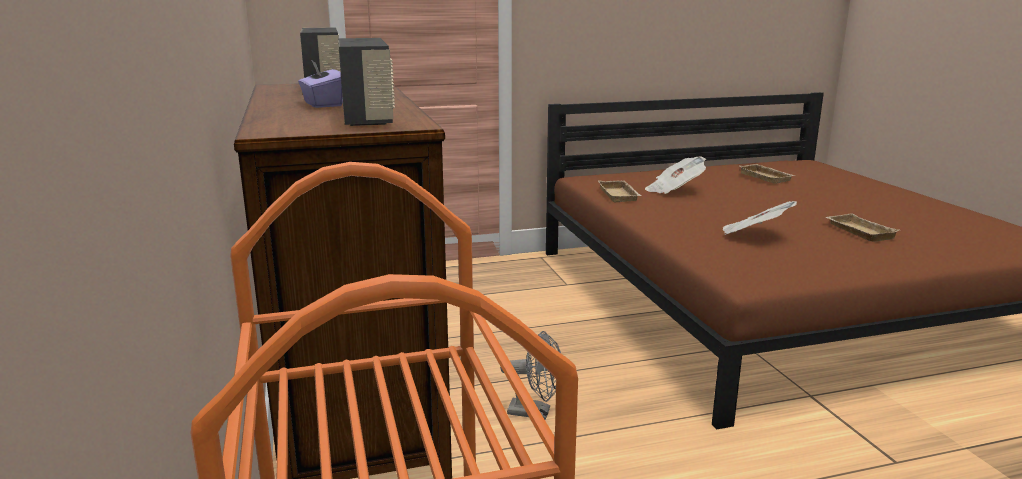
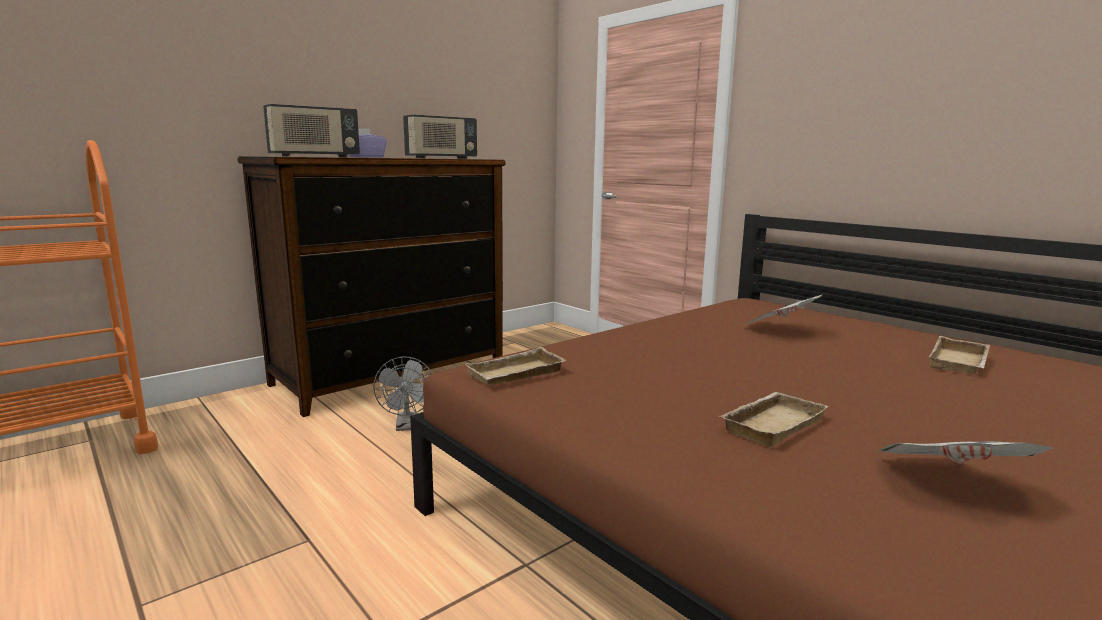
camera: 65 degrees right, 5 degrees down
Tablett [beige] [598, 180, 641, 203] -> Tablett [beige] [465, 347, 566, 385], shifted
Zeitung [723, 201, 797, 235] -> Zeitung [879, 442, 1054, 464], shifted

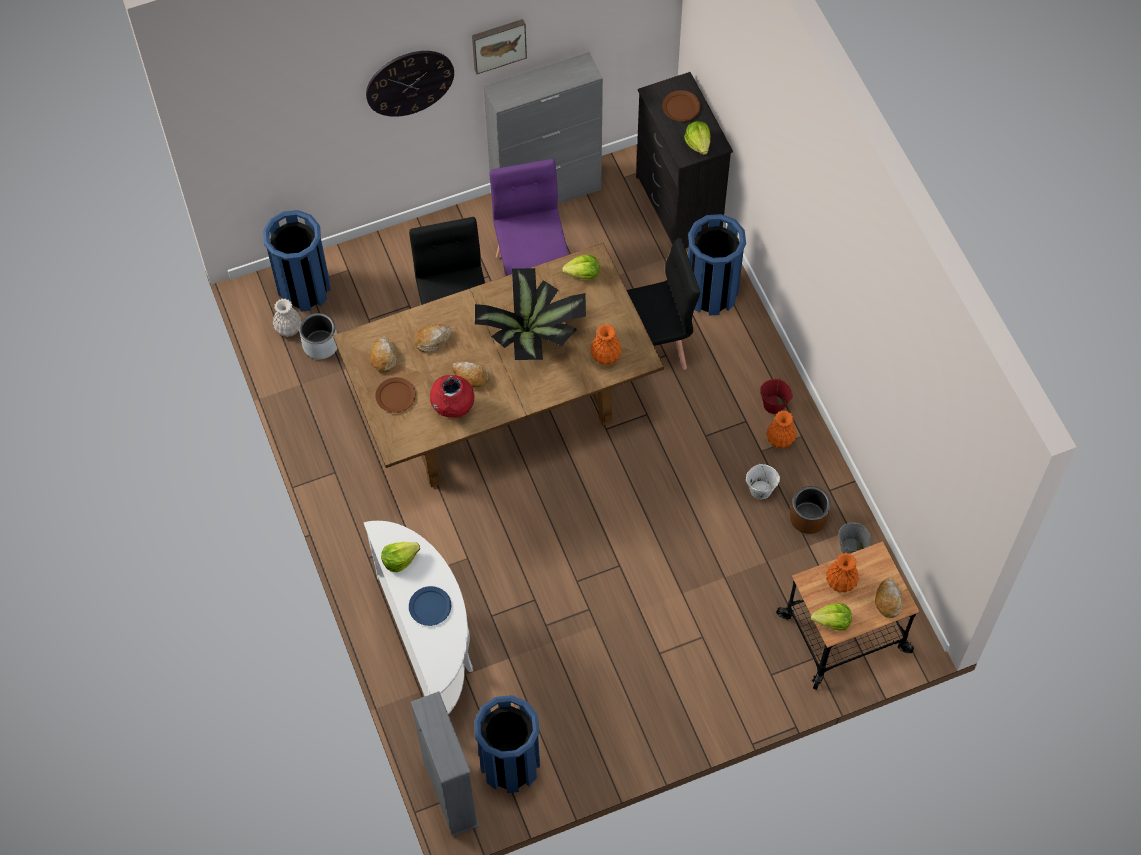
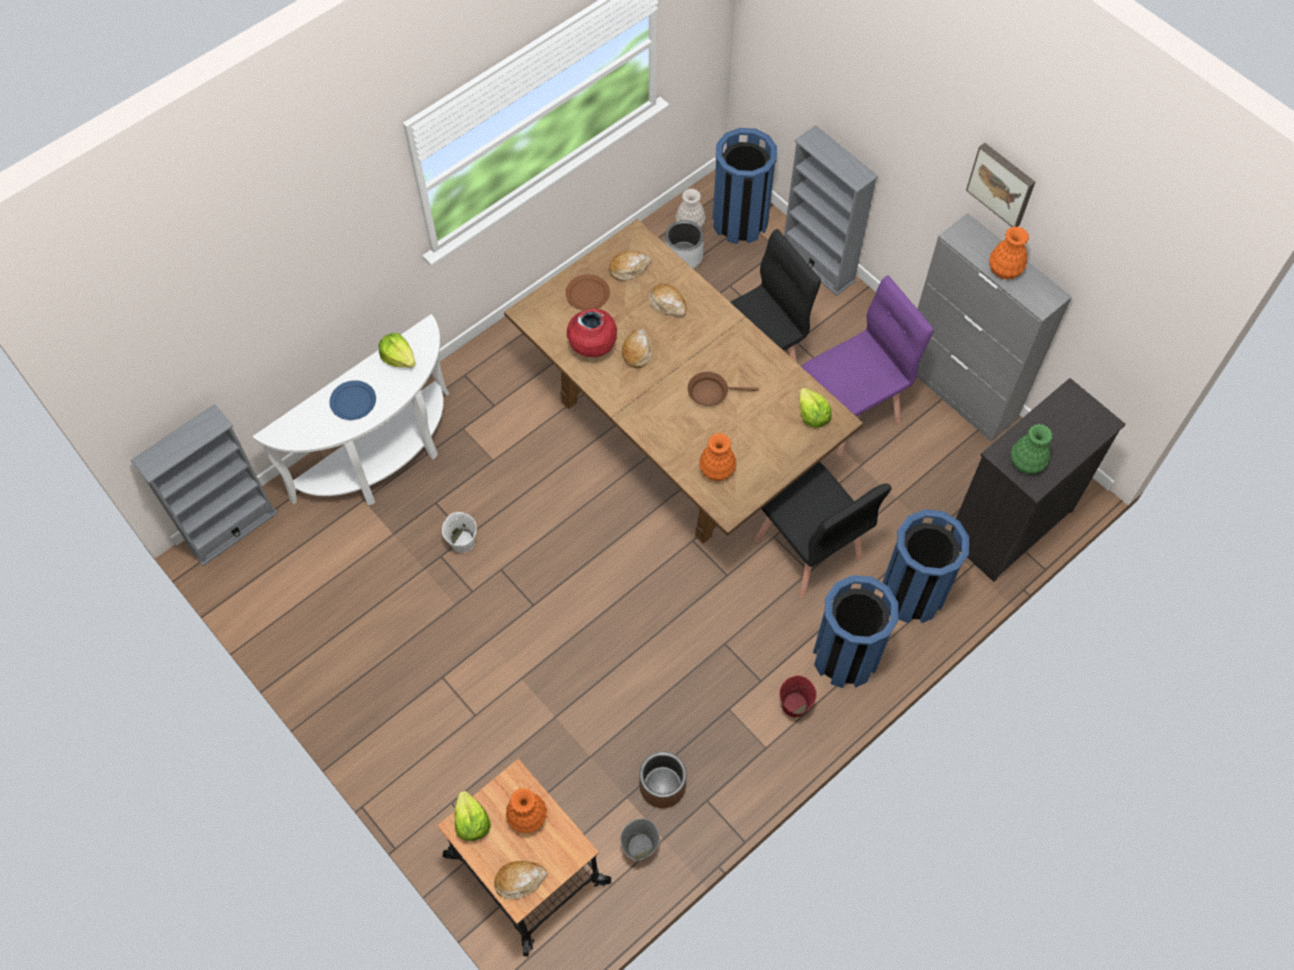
camera: 70 degrees right, 0 degrees up
Wanduhr [366, 51, 454, 117] -> none
Teller [braun] [662, 90, 701, 121] -> none
none -> Bücherregal [grau] [784, 125, 878, 296]
Mülleimer [blau] [474, 695, 540, 793] -> Mülleimer [blau] [813, 575, 898, 688], shifted
Eimer [weiß] [746, 464, 780, 499] -> Eimer [weiß] [442, 512, 477, 553], shifted
Vase [orange] [766, 410, 796, 449] -> Vase [orange] [989, 226, 1029, 280], shifted
Topfpflanze [475, 268, 586, 360] -> Pfanne [braun] [688, 372, 759, 406]
Salatkopf [684, 121, 711, 155] -> Vase [grün] [1011, 424, 1053, 474]

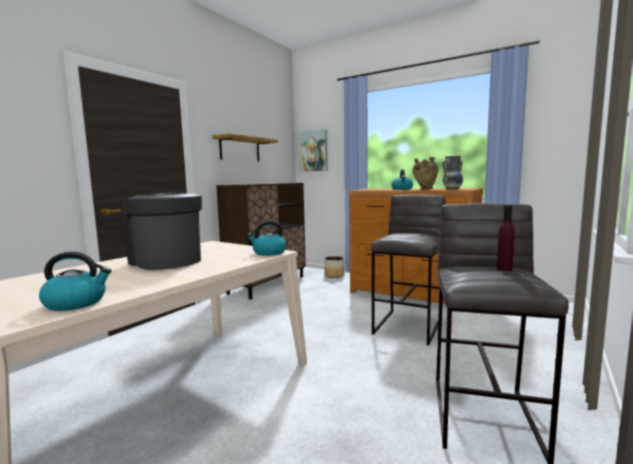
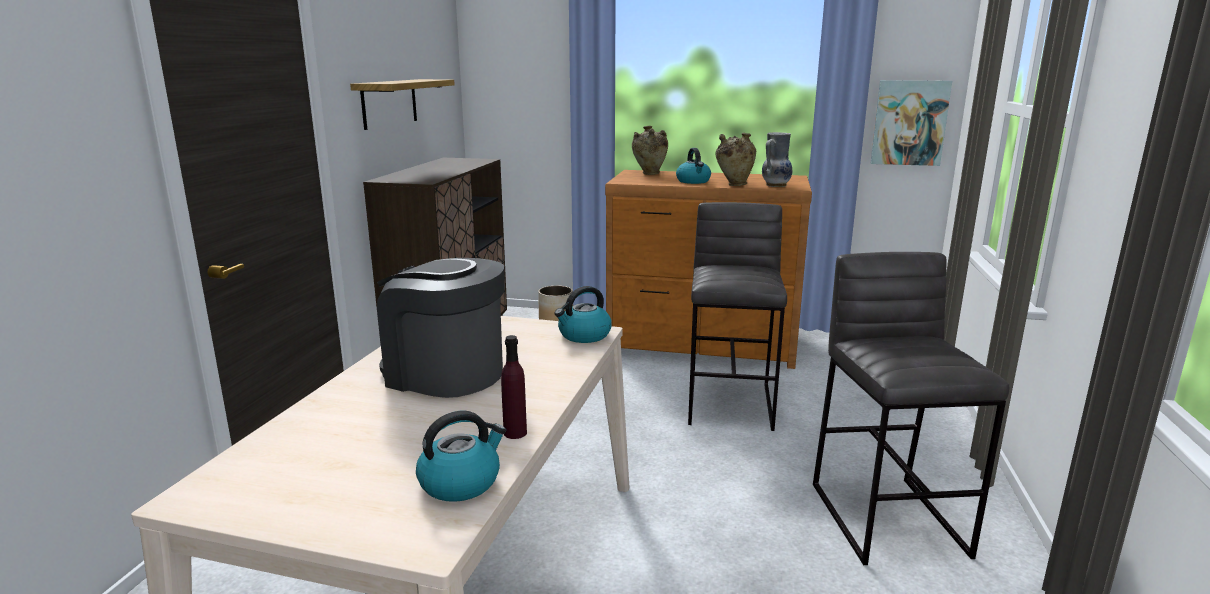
camera: 20 degrees left, 10 degrees up
none -> Vase [beige] [632, 126, 668, 175]
Bild [299, 130, 327, 172] -> Bild [871, 80, 952, 166], shifted
Flasche [lila] [497, 205, 515, 271] -> Flasche [lila] [501, 335, 527, 439], shifted

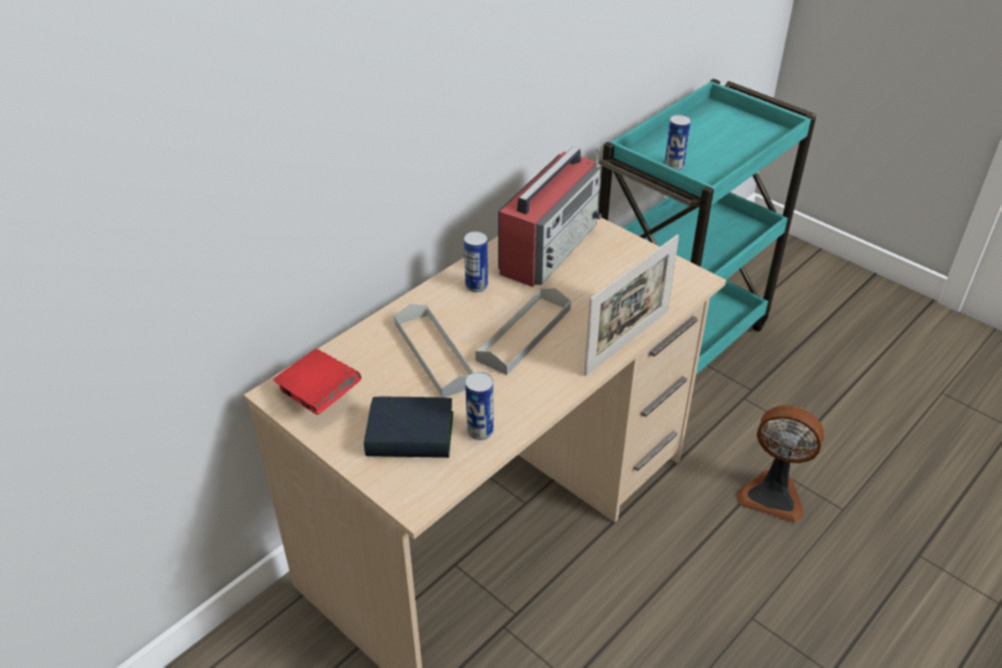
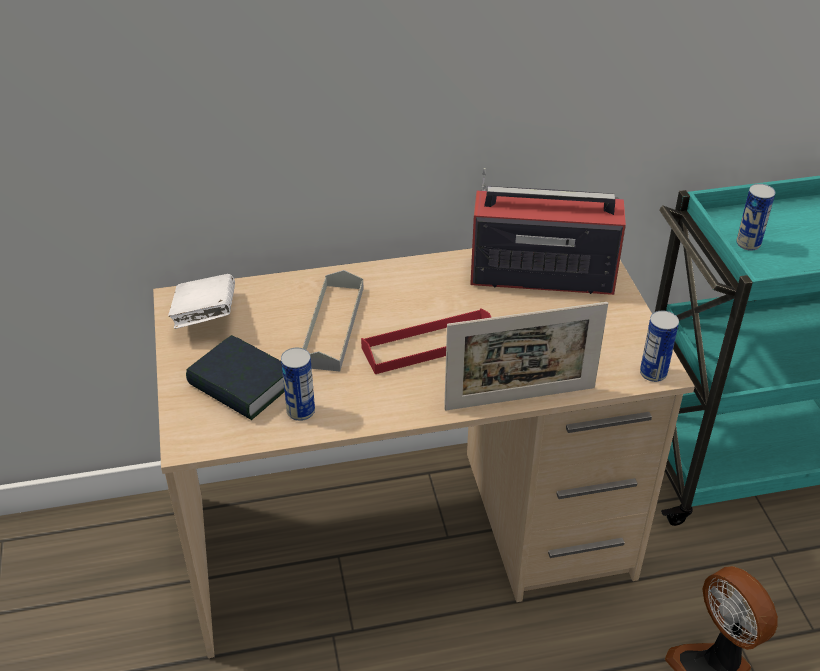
camera: 35 degrees right, 0 degrees up
Dose [464, 231, 488, 292] -> Dose [640, 311, 679, 382], shifted
Buch [rot] [273, 349, 361, 415] -> Buch [weiß] [168, 274, 235, 329]
Tablett [grau] [475, 288, 571, 375] -> Tablett [rot] [361, 308, 492, 374]
Radio [498, 146, 602, 287] -> Radio [470, 168, 626, 295], 150 degrees counterclockwise

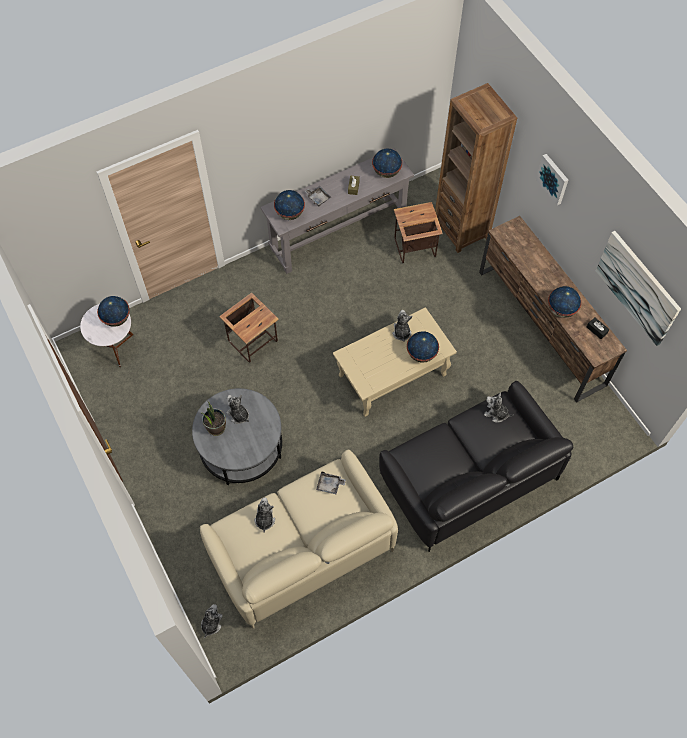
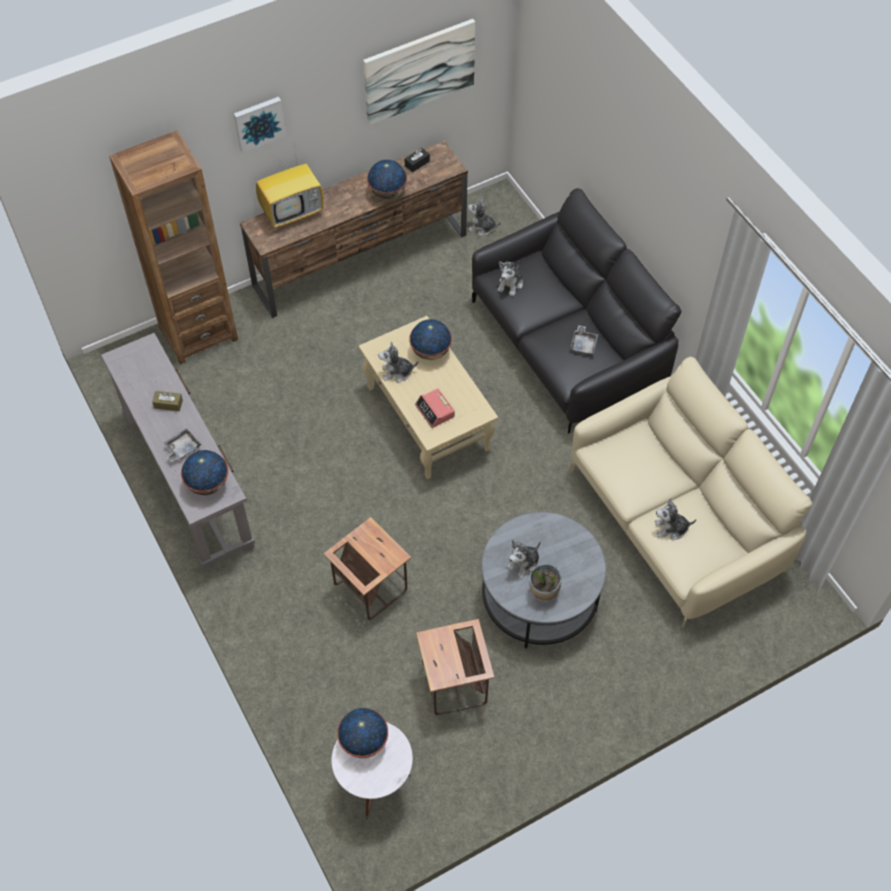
camera: 90 degrees left, 5 degrees down
Globus [372, 148, 402, 178] -> none
none -> Fernseher [256, 145, 324, 228]
none -> Wecker [415, 388, 455, 428]
Plüschtier [201, 604, 222, 638] -> Plüschtier [468, 198, 501, 236], shifted
Tablett [grau] [316, 471, 346, 494] -> Tablett [grau] [570, 325, 598, 354], shifted
Beistelltisch [394, 202, 443, 263] -> Beistelltisch [416, 619, 495, 715], shifted

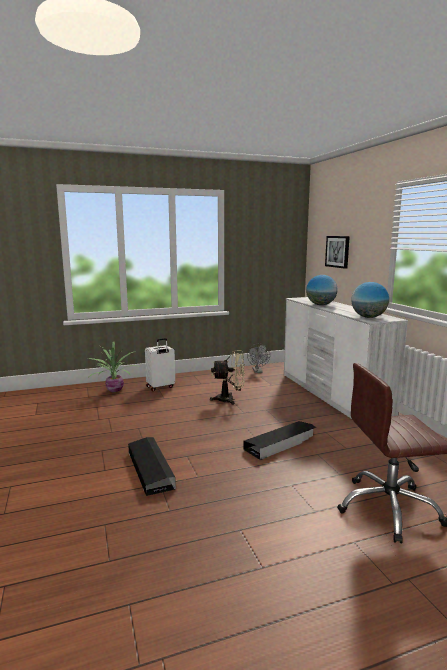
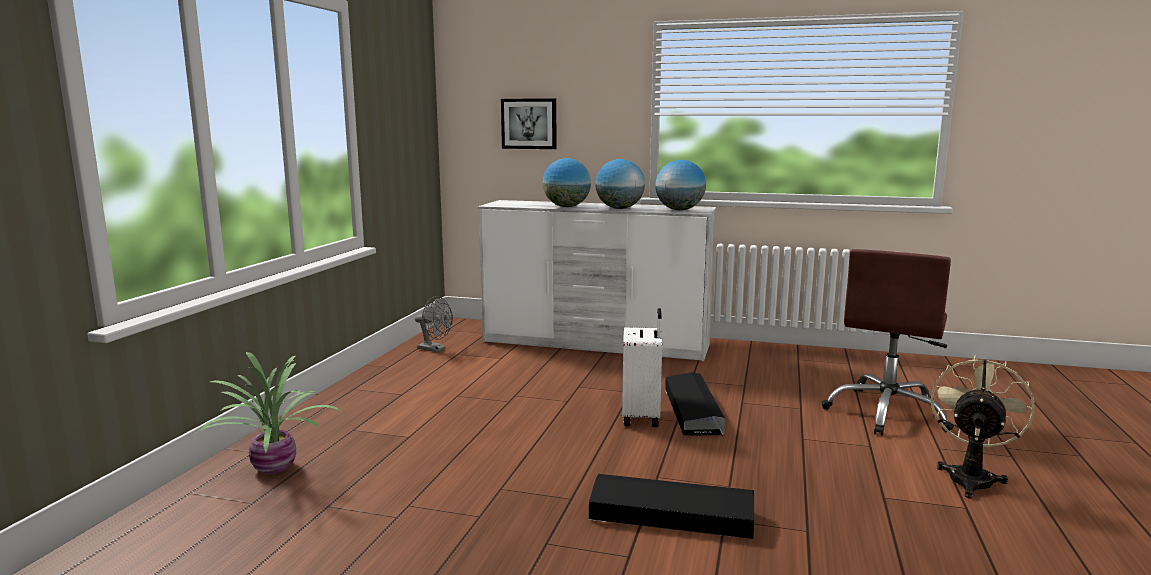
camera: 55 degrees left, 0 degrees up
none -> Globus [595, 159, 645, 209]
Koffer [weiß] [145, 338, 175, 391] -> Koffer [weiß] [622, 308, 662, 427], shifted
Ventilator [beige] [210, 350, 245, 405] -> Ventilator [beige] [931, 355, 1035, 499], shifted

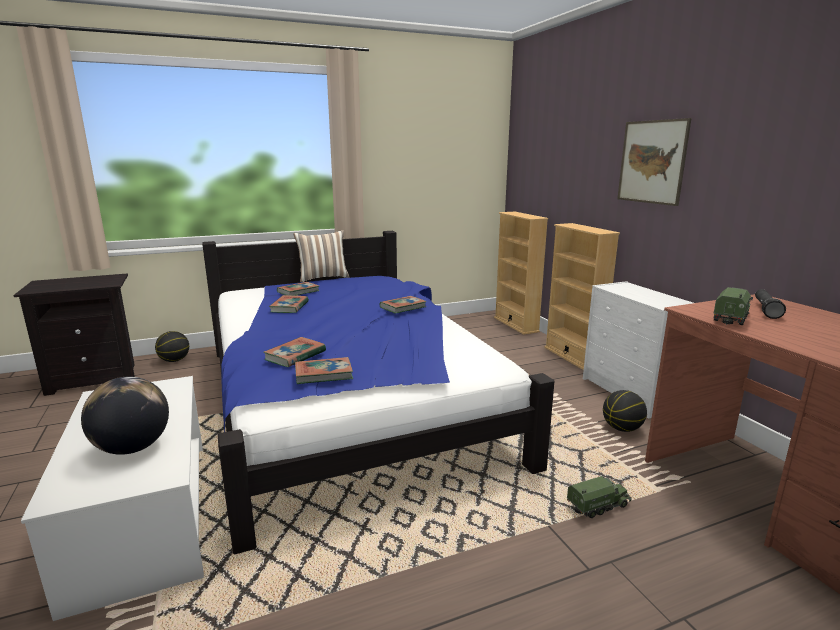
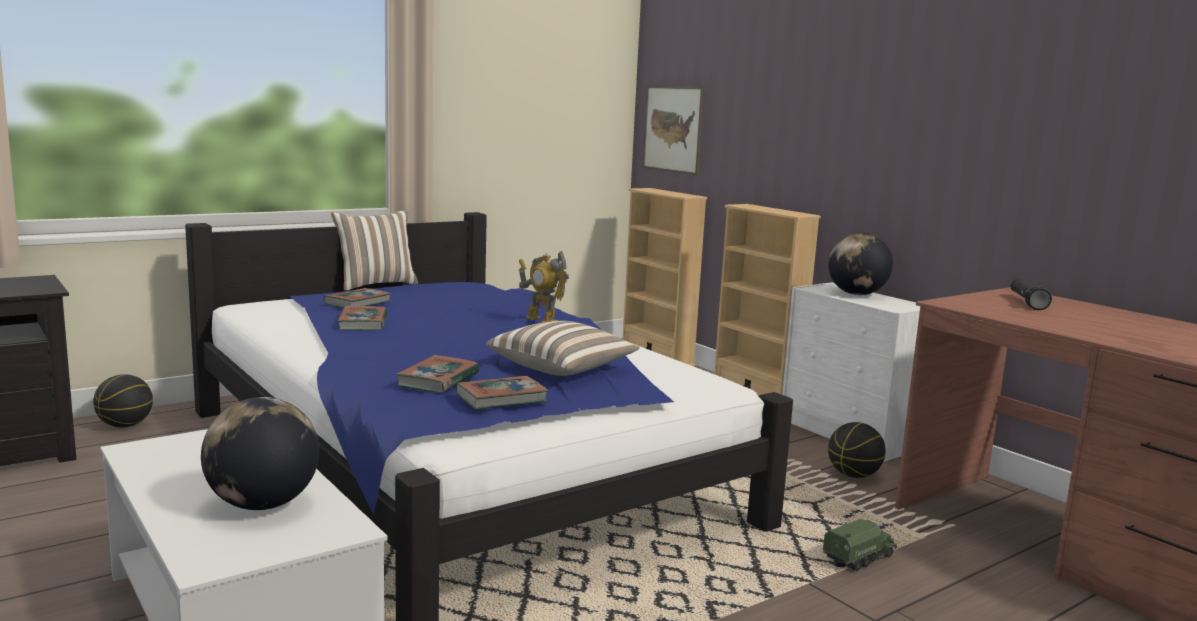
camera: 15 degrees left, 5 degrees down
Spielzeuglaster [713, 287, 753, 325] -> none
none -> Kissen [486, 321, 640, 376]
none -> Globus [828, 232, 893, 295]
Bild [617, 118, 692, 206] -> Bild [642, 85, 704, 175], shifted
Buch [379, 296, 427, 314] -> Spielzeugroboter [519, 251, 569, 323]

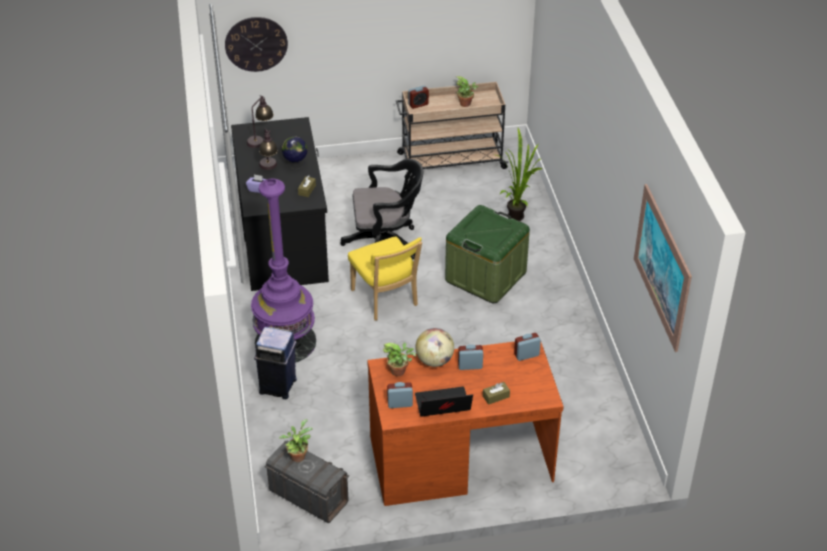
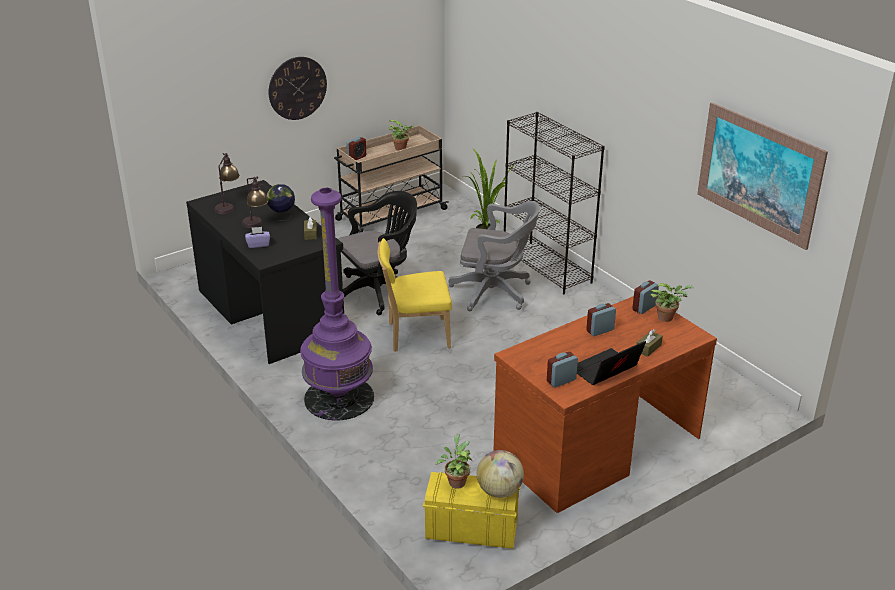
camera: 25 degrees left, 10 degrees down
Mülleimer [blau] [254, 326, 297, 399] -> none
none -> Bücherregal [schwarz] [504, 112, 605, 295]
Wanduhr [225, 17, 288, 72] -> Wanduhr [269, 57, 327, 120], shifted
Topfpflanze [383, 342, 416, 376] -> Topfpflanze [650, 283, 694, 322], shifted
Globus [415, 328, 454, 367] -> Globus [477, 450, 524, 498], shifted
Aufbewahrungsbox [grün] [445, 205, 530, 303] -> Bürostuhl [grau] [448, 201, 540, 311]
Aufbewahrungsbox [grau] [265, 440, 349, 523] -> Aufbewahrungsbox [gelb] [423, 472, 521, 549]
Stuhl [gelb] [348, 236, 422, 321] -> Stuhl [gelb] [378, 238, 452, 352], 135 degrees clockwise

